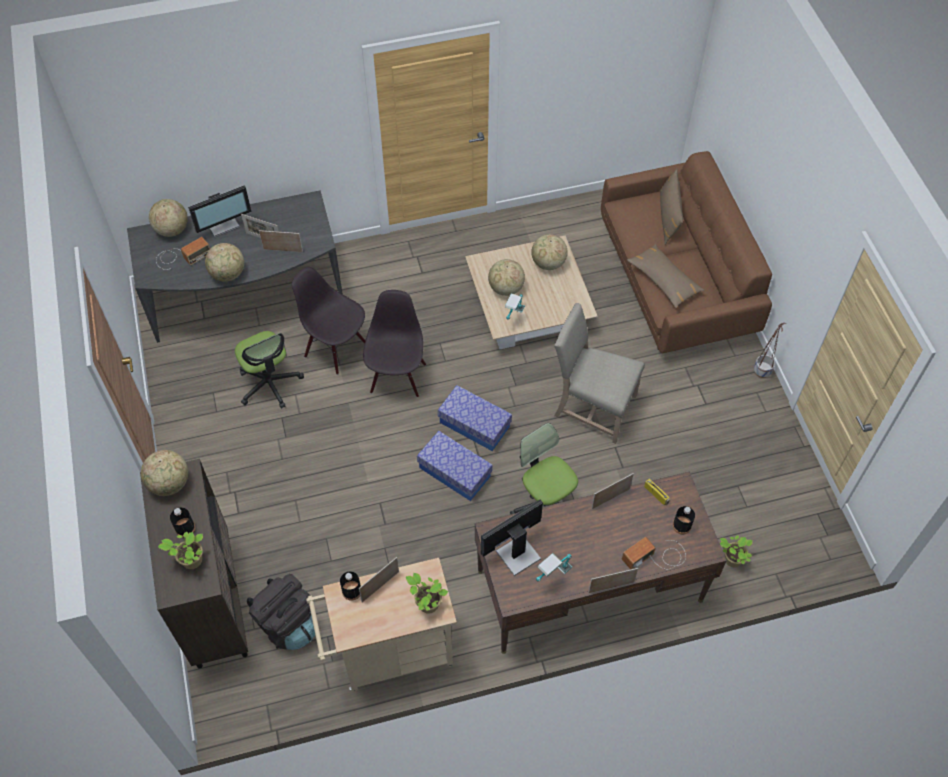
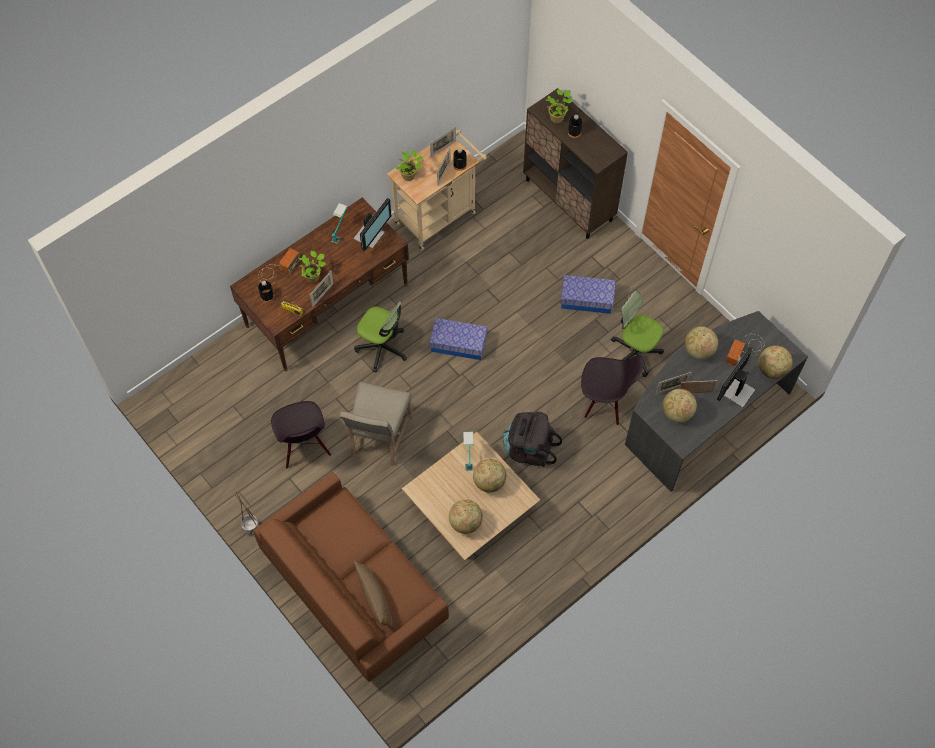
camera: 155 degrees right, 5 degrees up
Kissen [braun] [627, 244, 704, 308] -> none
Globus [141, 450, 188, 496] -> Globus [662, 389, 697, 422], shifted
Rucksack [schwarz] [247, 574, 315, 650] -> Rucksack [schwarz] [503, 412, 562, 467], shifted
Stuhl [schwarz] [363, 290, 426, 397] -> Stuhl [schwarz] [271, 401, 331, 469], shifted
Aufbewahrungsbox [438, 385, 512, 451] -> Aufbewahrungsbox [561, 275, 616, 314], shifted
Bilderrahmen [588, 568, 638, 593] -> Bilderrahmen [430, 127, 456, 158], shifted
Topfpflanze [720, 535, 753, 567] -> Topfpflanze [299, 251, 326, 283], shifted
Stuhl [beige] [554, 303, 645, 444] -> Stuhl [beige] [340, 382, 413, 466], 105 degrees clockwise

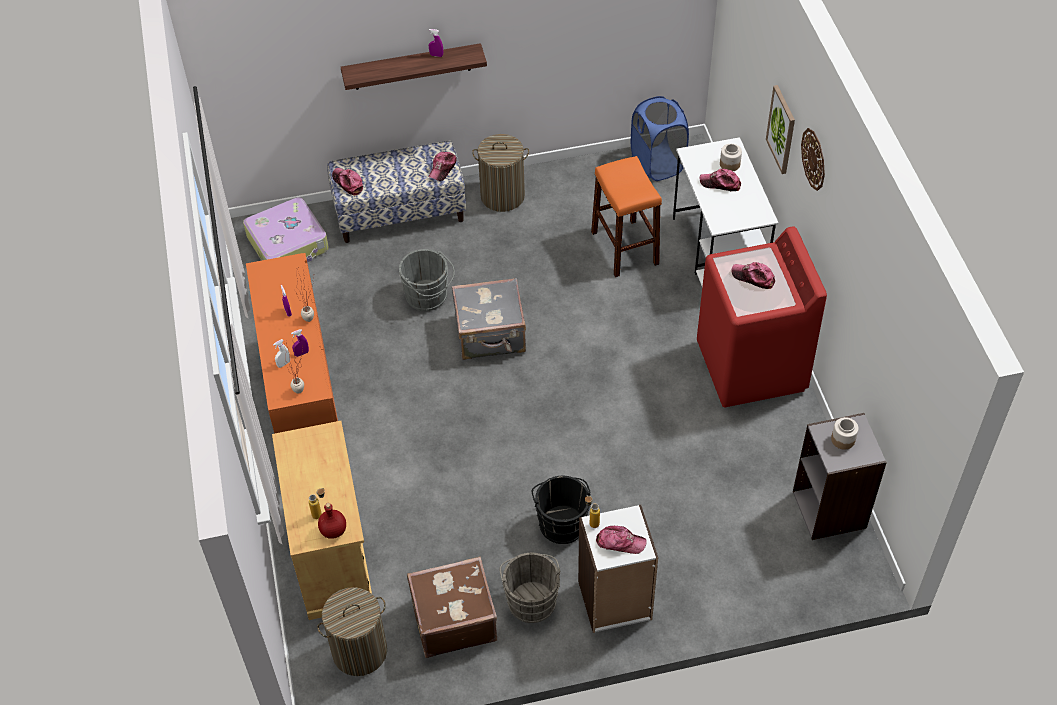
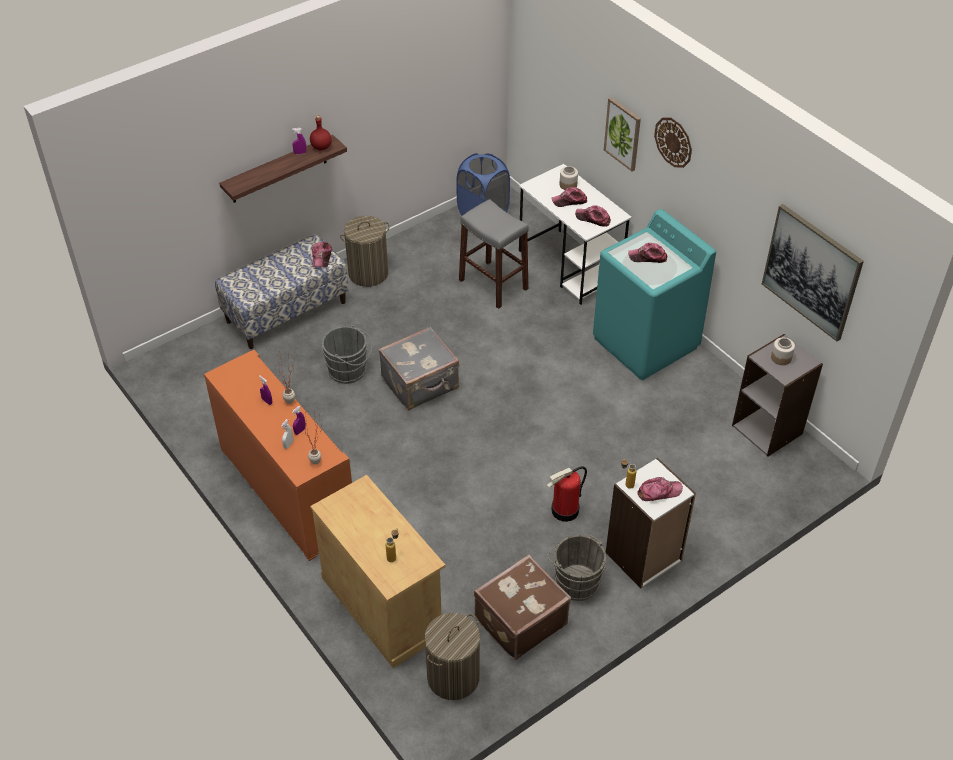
camera: 25 degrees left, 5 degrees down
Koffer [243, 197, 329, 262] -> none
none -> Bild [762, 204, 864, 341]
Flasche [rot] [318, 503, 346, 539] -> Flasche [rot] [310, 116, 332, 151], shifted
Kappe [332, 168, 363, 196] -> Kappe [575, 205, 611, 227], shifted
Eimer [schwarz] [532, 476, 591, 544] -> Feuerlöscher [547, 466, 587, 522]
Hocker [orange] [591, 156, 662, 277] -> Hocker [grau] [459, 199, 529, 309]
Waschmaschine [rot] [697, 226, 827, 407] -> Waschmaschine [türkis] [593, 209, 716, 380]

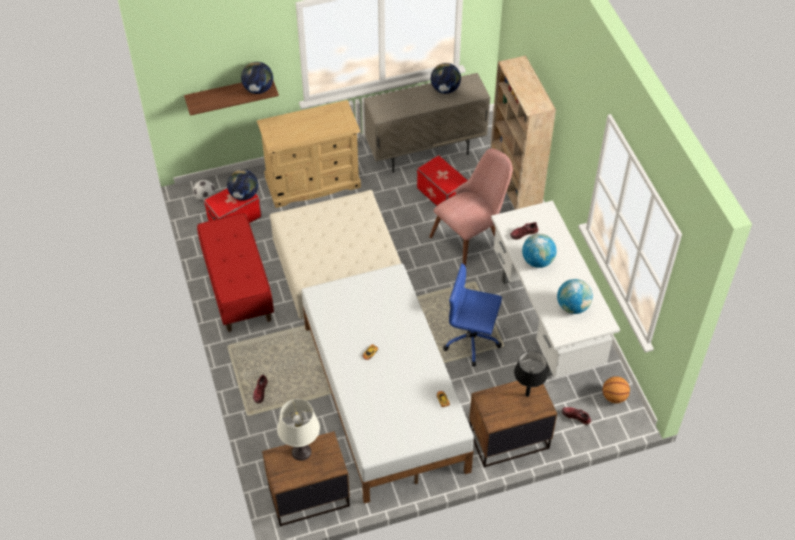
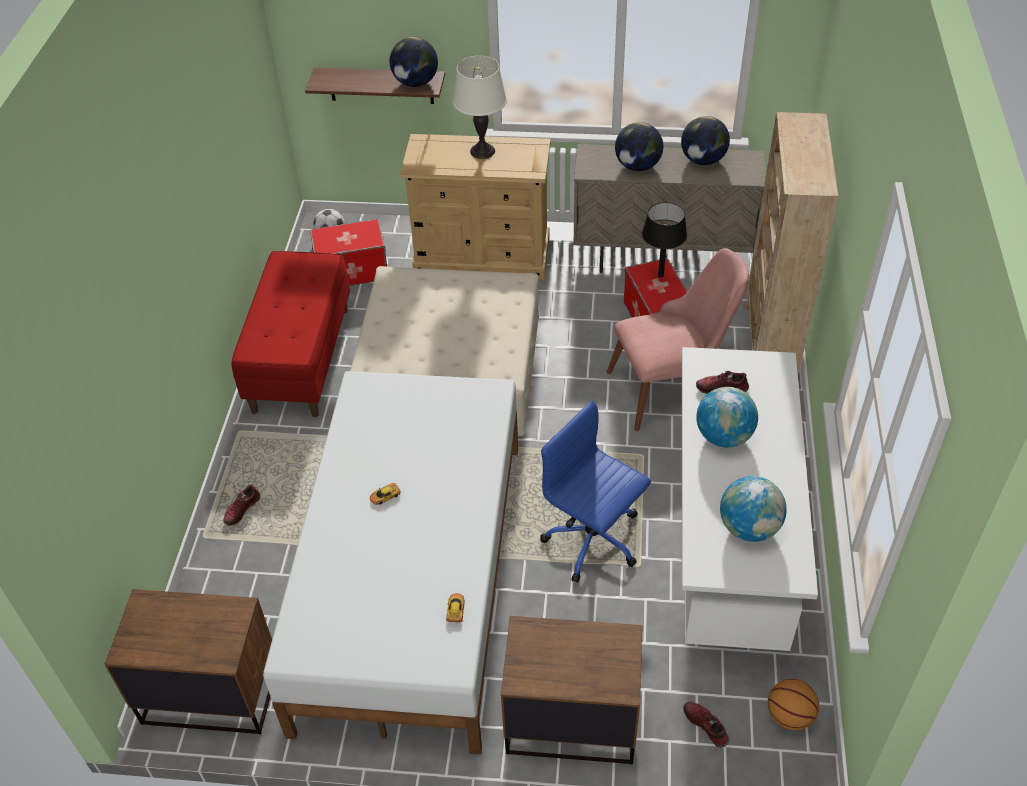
camera: 25 degrees right, 5 degrees down
Globus [227, 169, 258, 201] -> Globus [615, 122, 663, 171], shifted
Tischlampe [weiß] [277, 399, 320, 461] -> Tischlampe [weiß] [453, 56, 507, 159], shifted
Tischlampe [schwarz] [514, 351, 548, 397] -> Tischlampe [schwarz] [642, 202, 687, 278], shifted

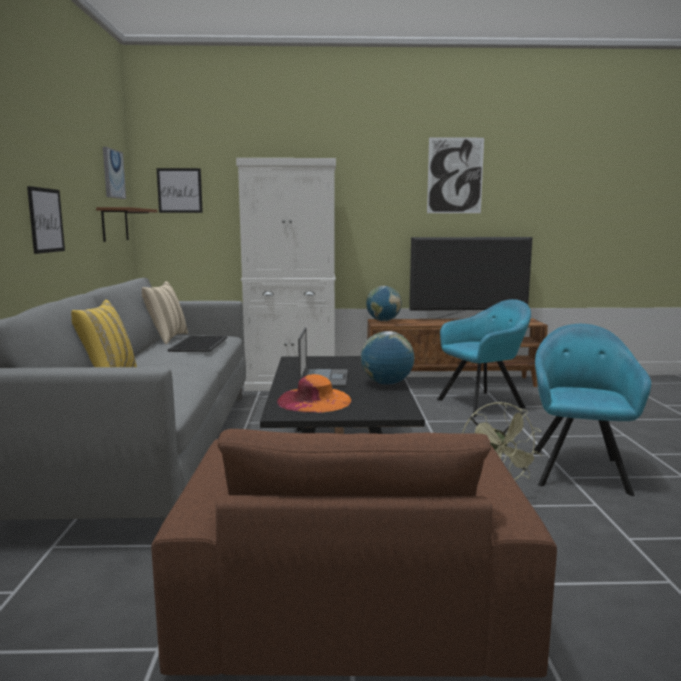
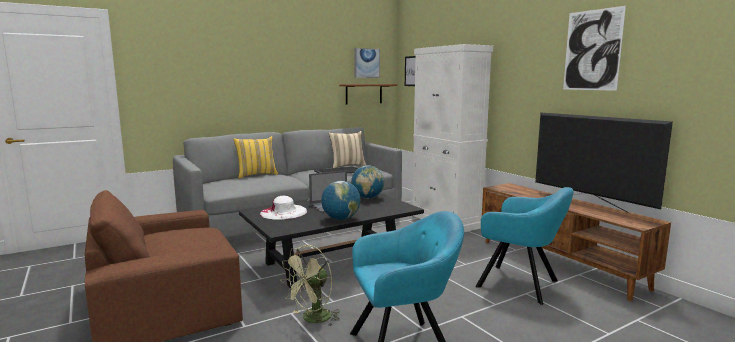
camera: 60 degrees right, 0 degrees up
Bild [27, 186, 65, 254] -> none
Globus [366, 286, 402, 321] -> Globus [351, 165, 384, 199], shifted
Hut [orange] [277, 374, 352, 413] -> Hut [weiß] [260, 196, 308, 220]

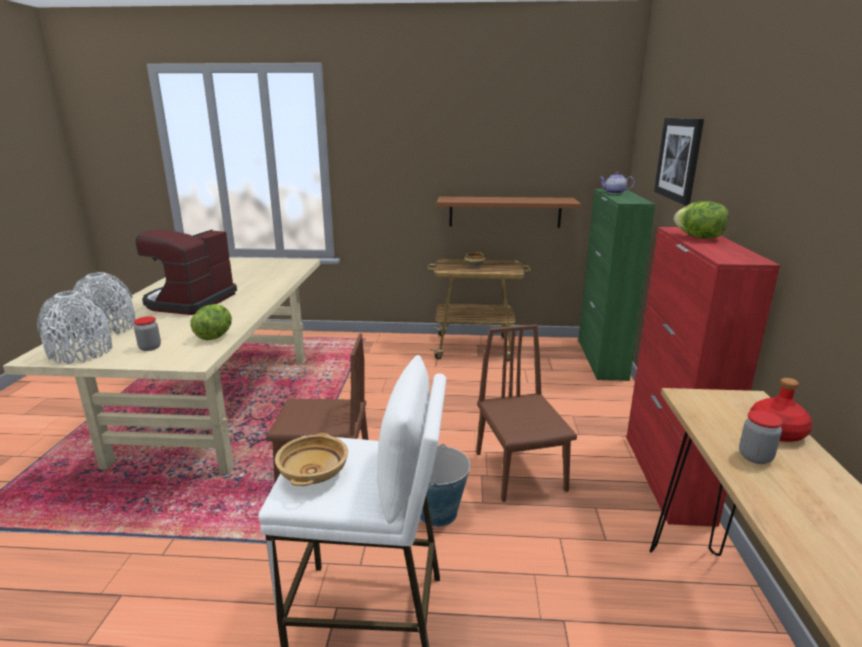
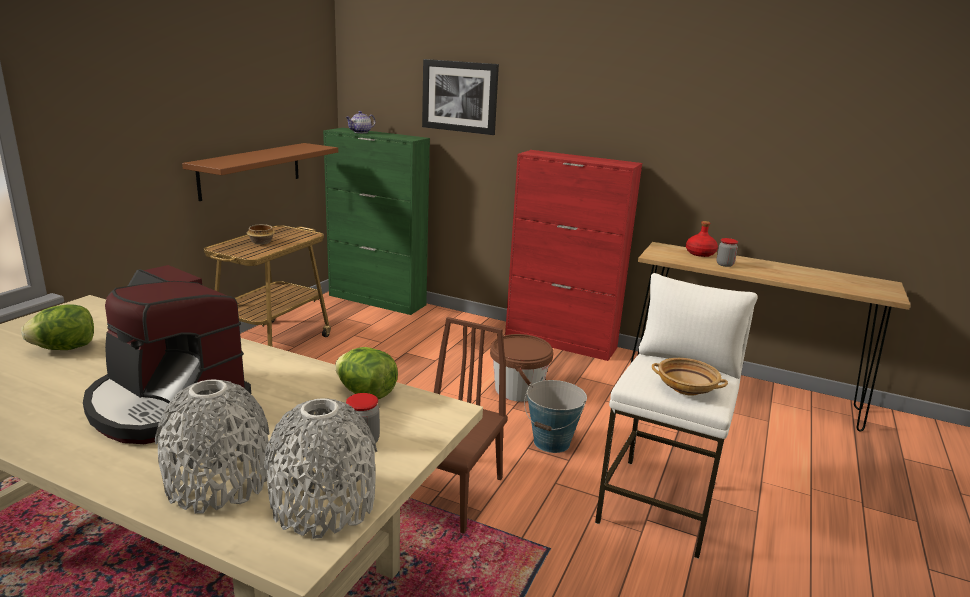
camera: 70 degrees left, 0 degrees up
Salatkopf [674, 201, 728, 239] -> Salatkopf [21, 304, 94, 350], shifted
Stuhl [braun] [476, 325, 577, 502] -> Eimer [braun] [490, 334, 553, 402]

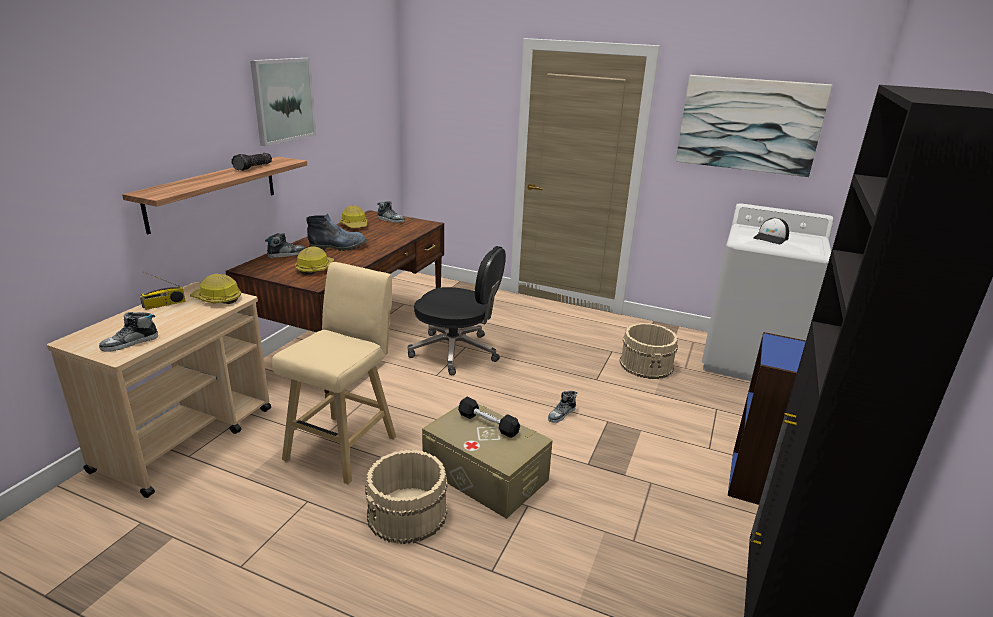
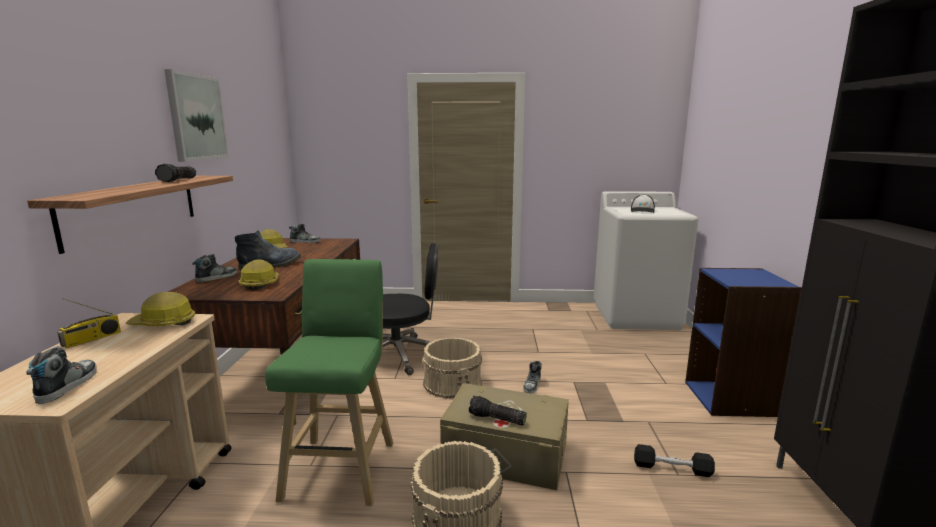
camera: 20 degrees left, 10 degrees down
Bild [676, 75, 832, 177] -> none
none -> Taschenlampe [469, 396, 527, 426]
Hantel [schwarz] [458, 397, 520, 438] -> Hantel [schwarz] [634, 444, 715, 477], shifted
Eimer [beige] [620, 323, 678, 379] -> Eimer [beige] [423, 337, 482, 399], shifted
Hocker [beige] [272, 262, 396, 485] -> Hocker [grün] [265, 259, 393, 506]
Schuh [99, 312, 158, 352] -> Schuh [26, 346, 97, 404], 150 degrees clockwise

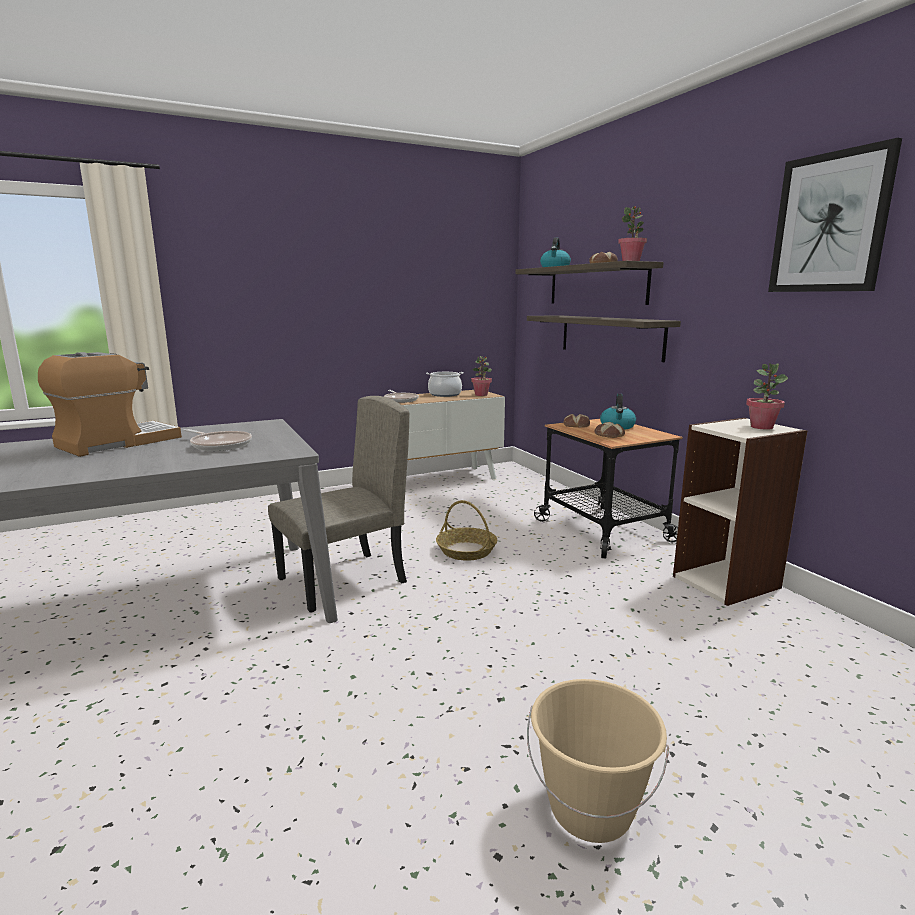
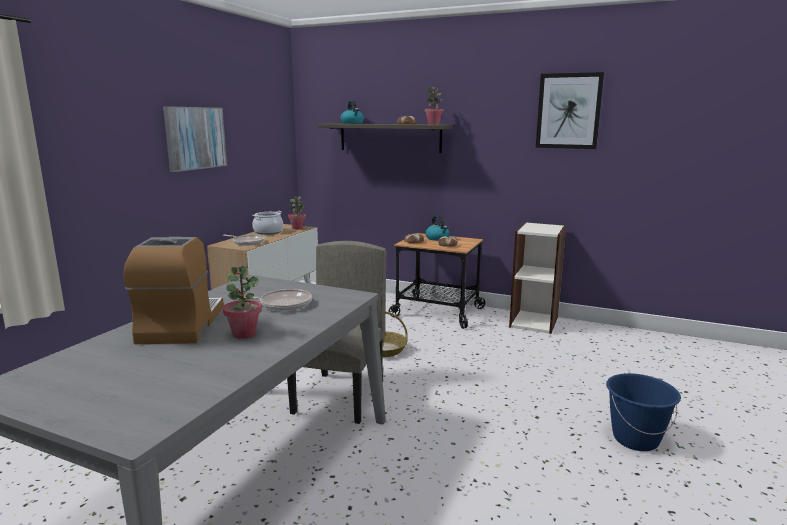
camera: 40 degrees left, 0 degrees up
Wandregal [527, 315, 681, 362] -> none
none -> Bild [163, 106, 227, 172]
Topfpflanze [746, 363, 788, 430] -> Topfpflanze [223, 265, 262, 339], shifted
Eimer [beige] [527, 679, 669, 843] -> Eimer [blau] [606, 373, 681, 451]

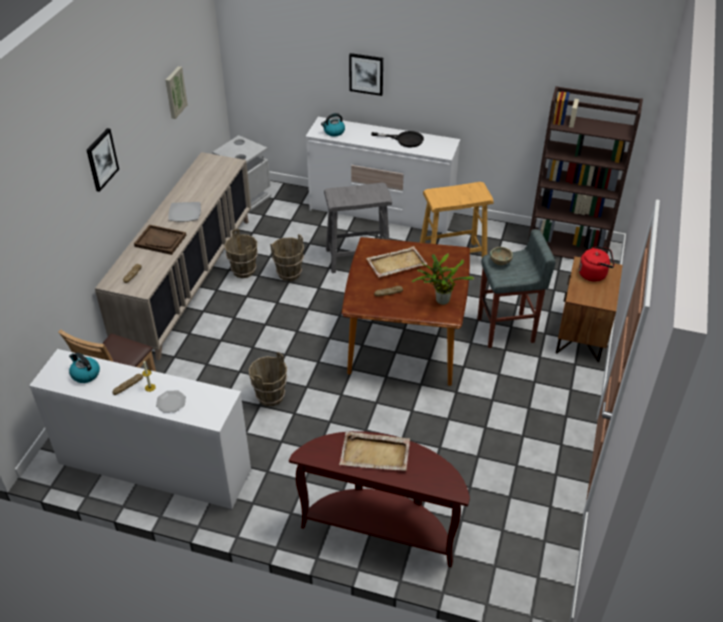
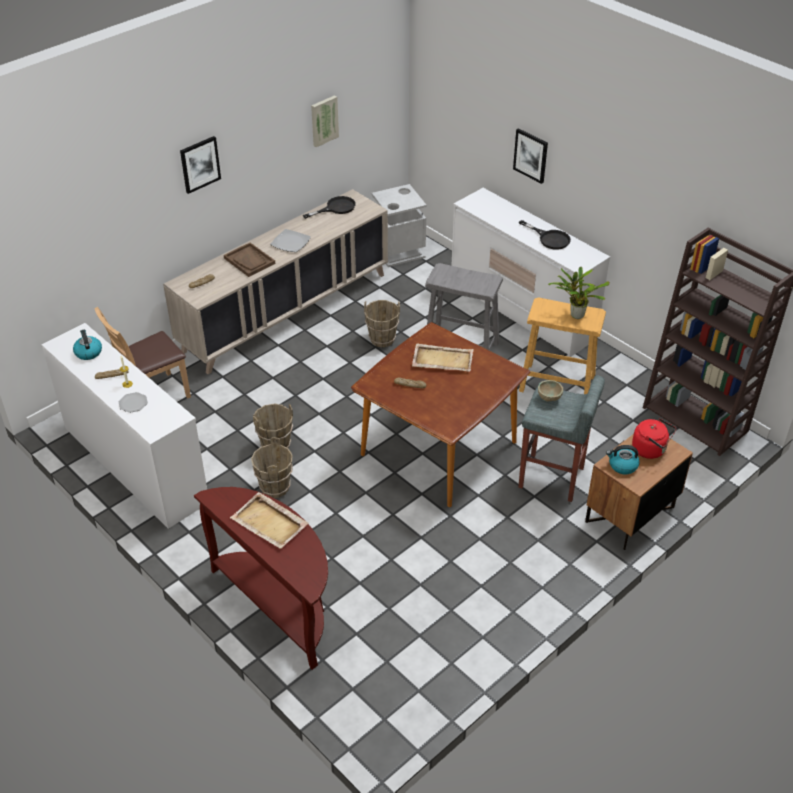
camera: 30 degrees right, 0 degrees up
none -> Pfanne [schwarz] [303, 196, 356, 219]
Eimer [braun] [224, 229, 258, 278] -> Eimer [braun] [251, 437, 293, 498], shifted
Wasserkessel [321, 113, 345, 136] -> Wasserkessel [606, 445, 640, 474], shifted
Topfpflanze [412, 253, 474, 305] -> Topfpflanze [548, 267, 610, 319], shifted

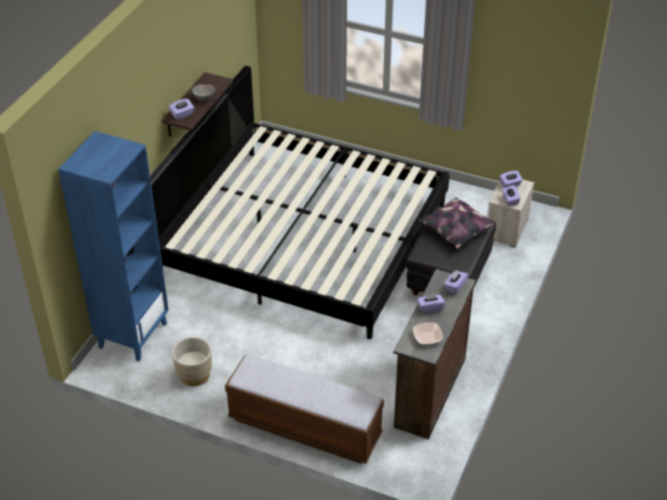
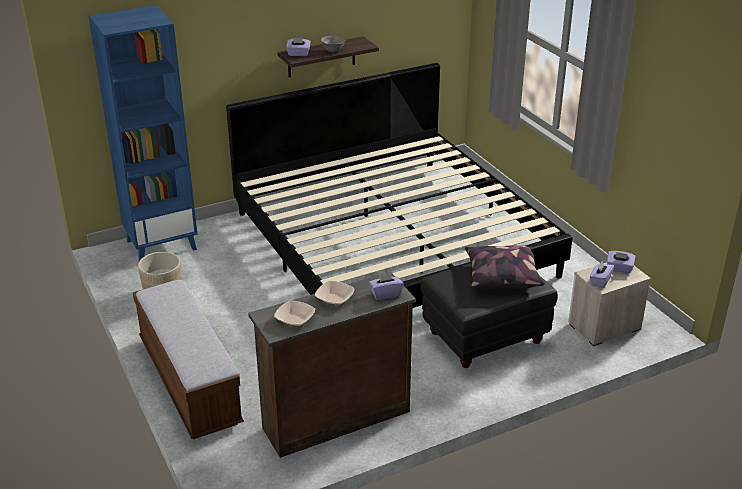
camera: 40 degrees right, 10 degrees down
Taschentuchbox [lila] [417, 293, 445, 314] -> Schüssel [315, 281, 354, 305]

